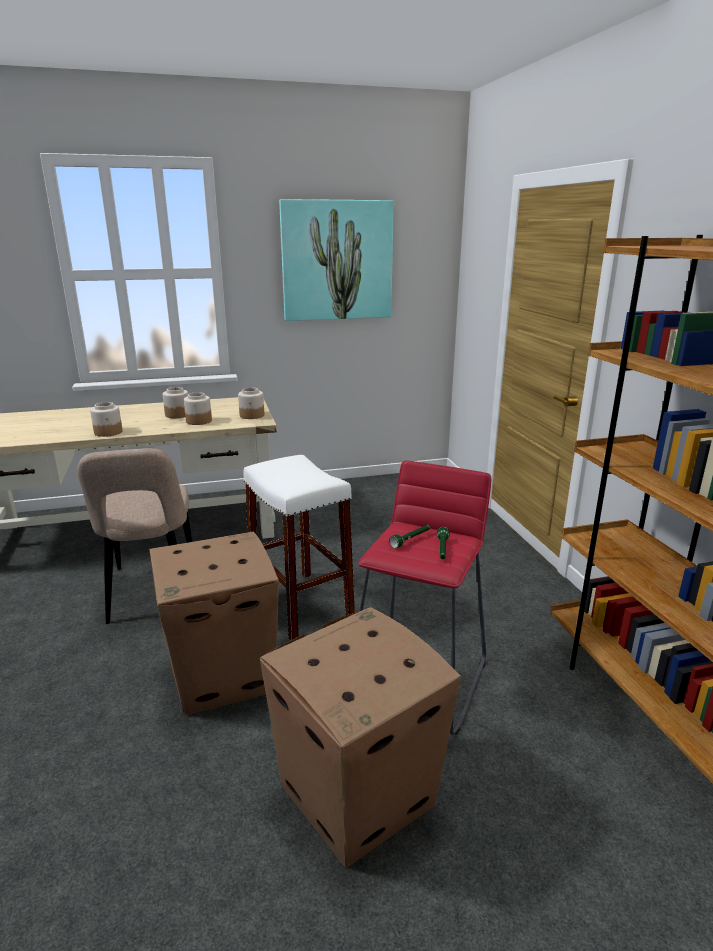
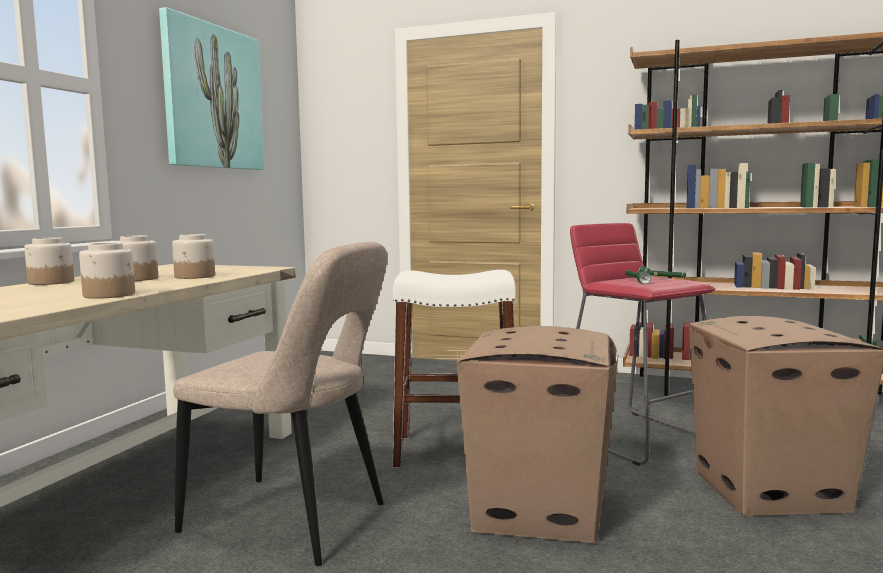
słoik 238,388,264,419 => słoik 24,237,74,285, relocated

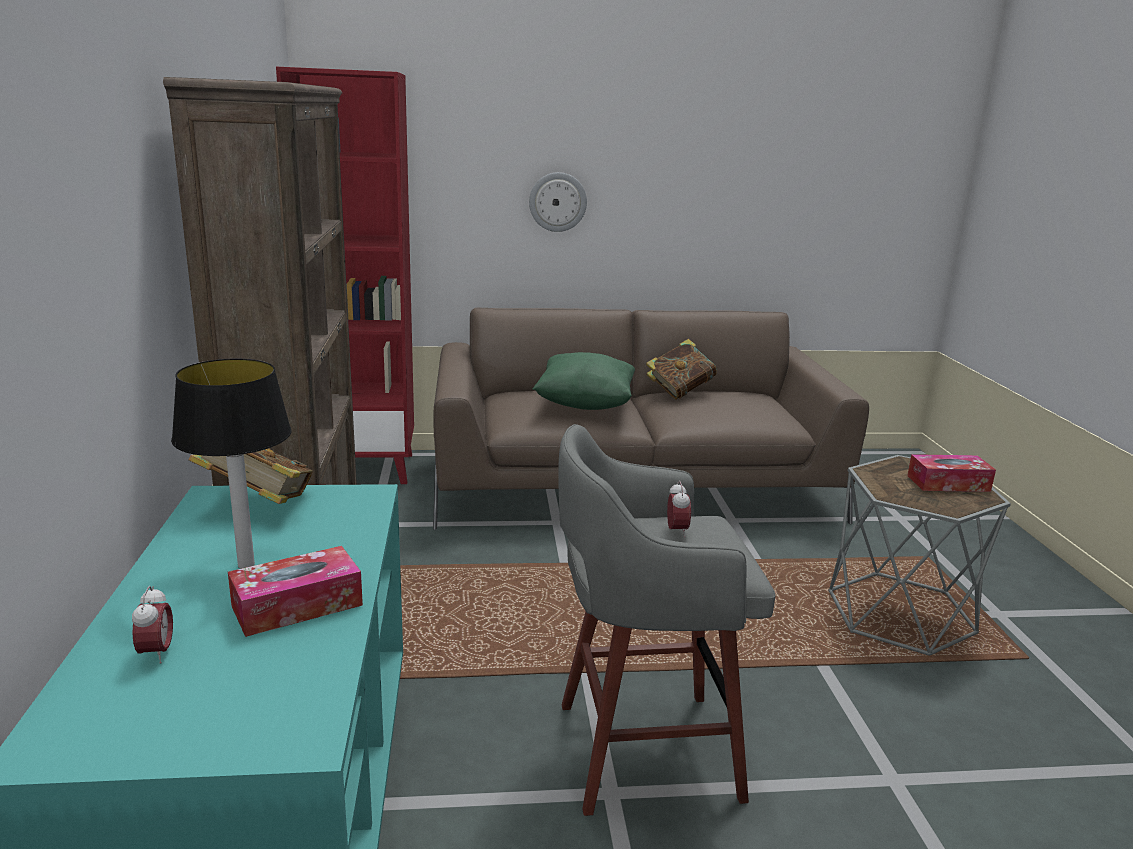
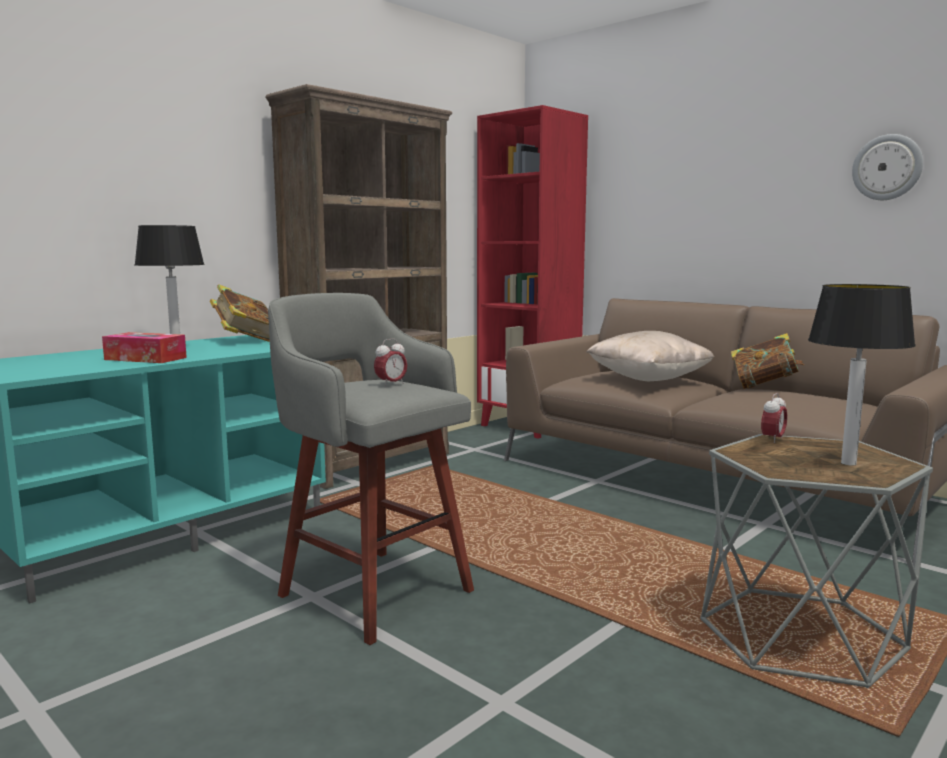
budzik 132,586,173,664 => budzik 761,393,787,443, relocated
zegar ścienny 529,172,587,232 => zegar ścienny 852,134,923,200, relocated
pudełko chusteczek 907,454,996,492 => lampa stołowa 808,284,916,466
poduszka (zielony) 532,352,635,410 => poduszka (beżowy) 586,331,715,382

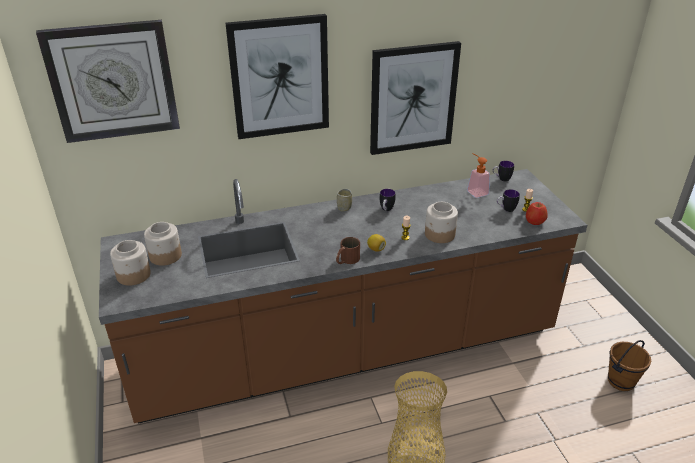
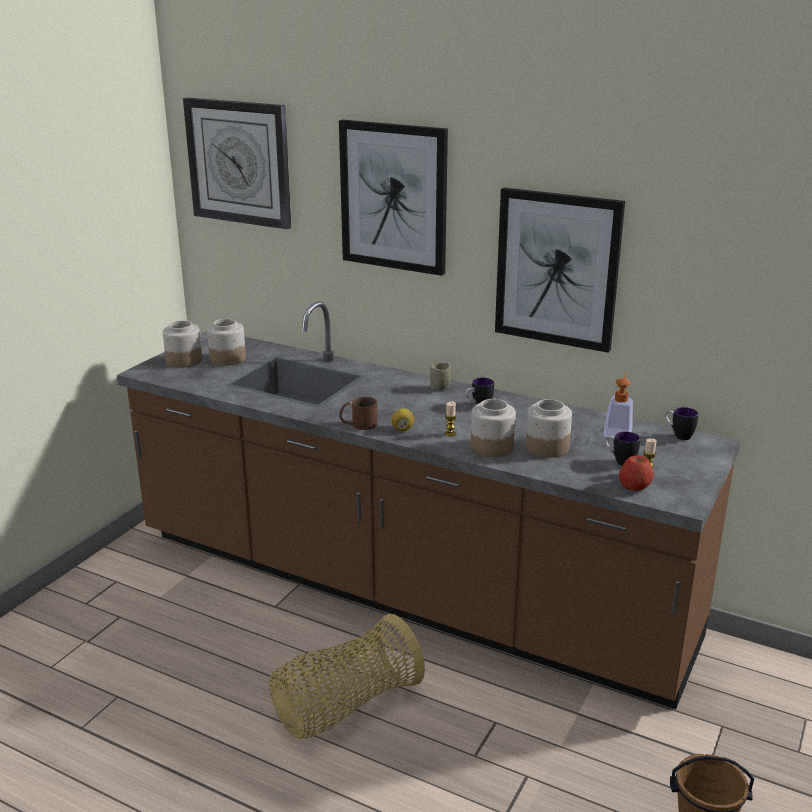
nothing => słoik 526,399,572,457

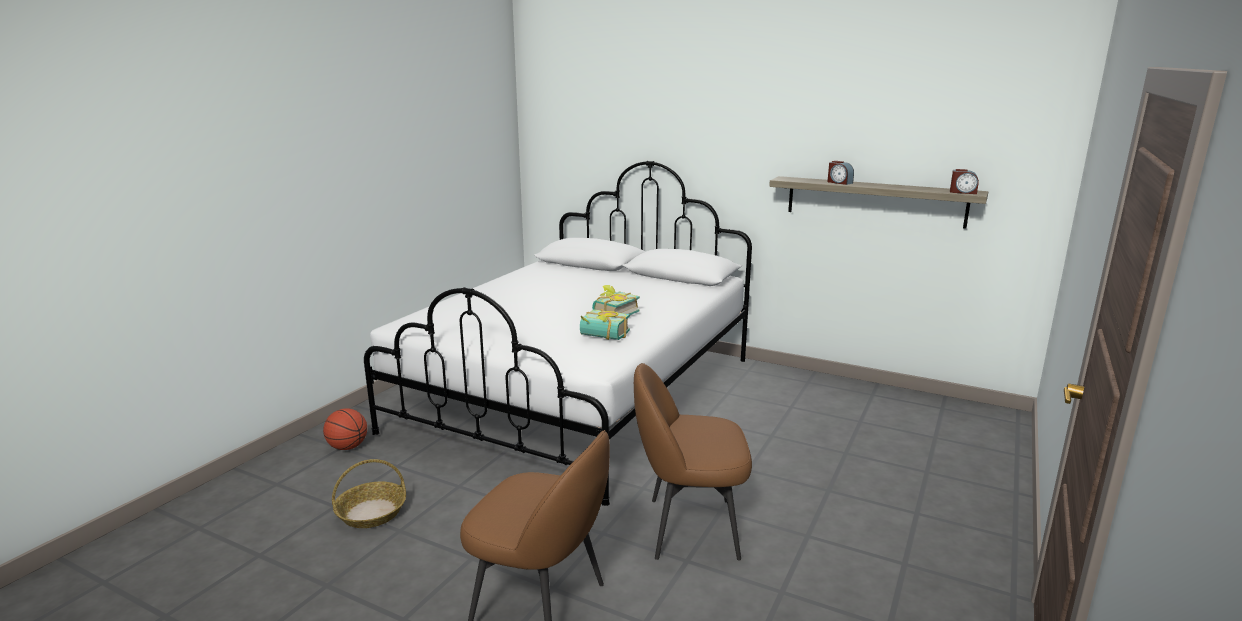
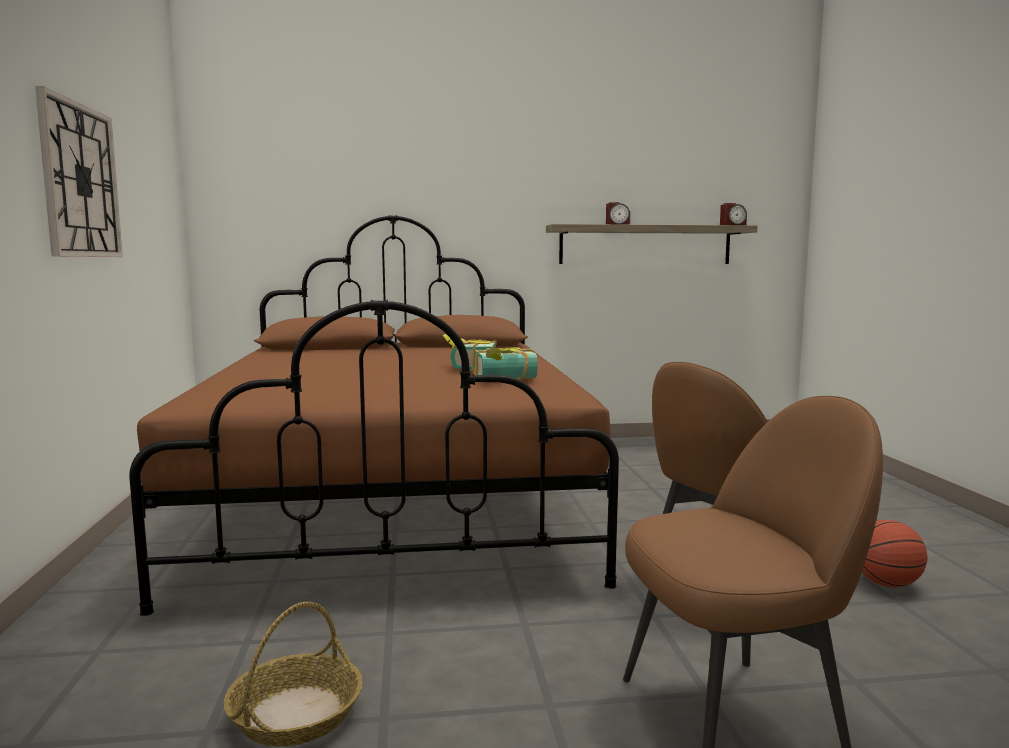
nothing => zegar ścienny 35,86,123,257
piłka do koszykówki 323,408,367,450 => piłka do koszykówki 862,520,927,588, relocated
łóżko (biały) 364,161,752,506 => łóżko (brązowy) 129,215,619,616

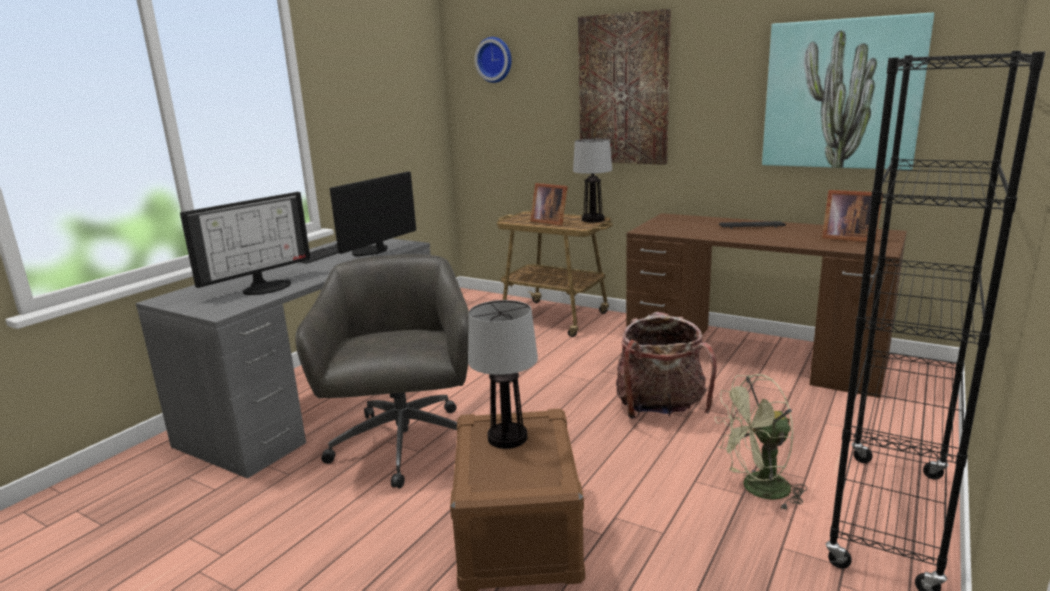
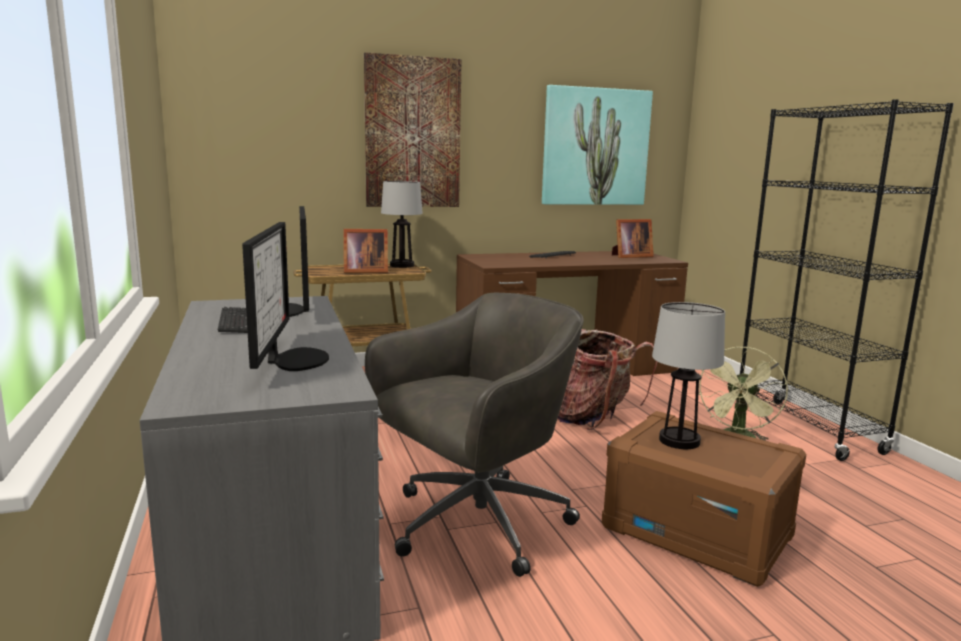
zegar ścienny 475,37,512,83 => nothing
krzesło biurowe (szary) 295,254,469,489 => krzesło biurowe (szary) 365,293,584,577, 105 degrees clockwise

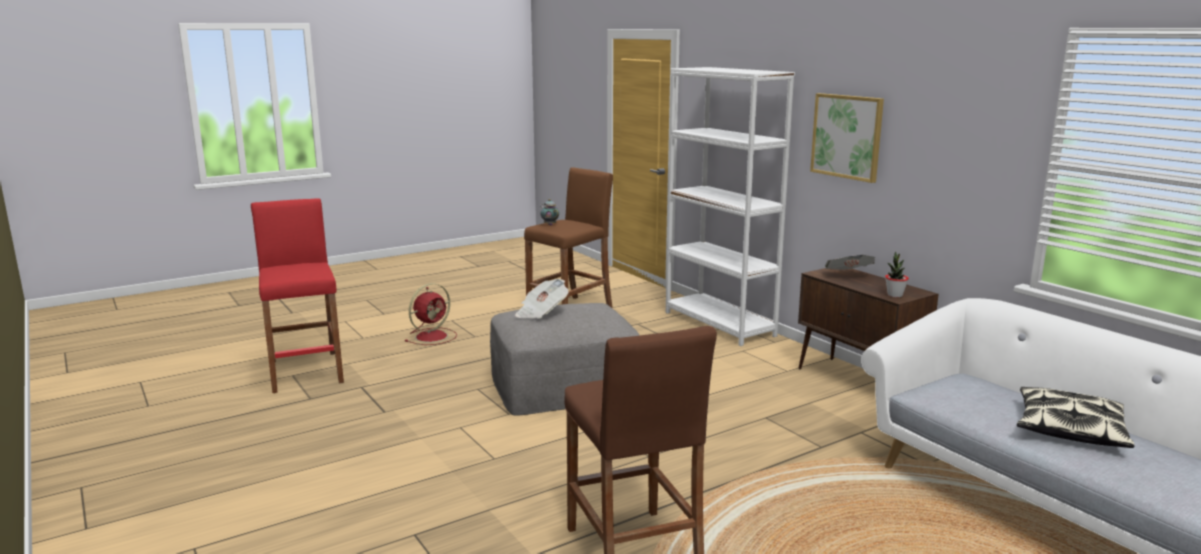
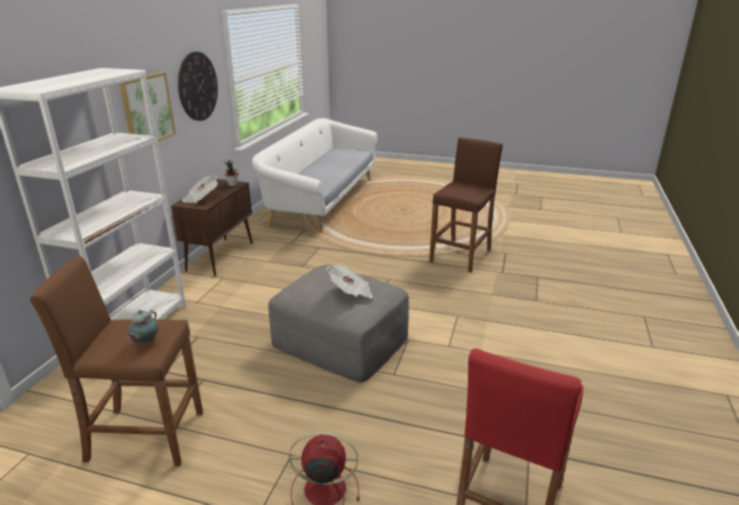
poduszka 1017,387,1135,448 => nothing
nothing => zegar ścienny 178,52,218,121

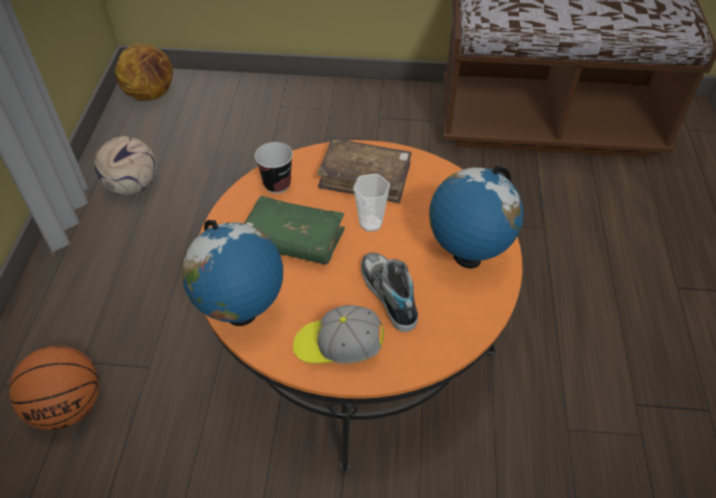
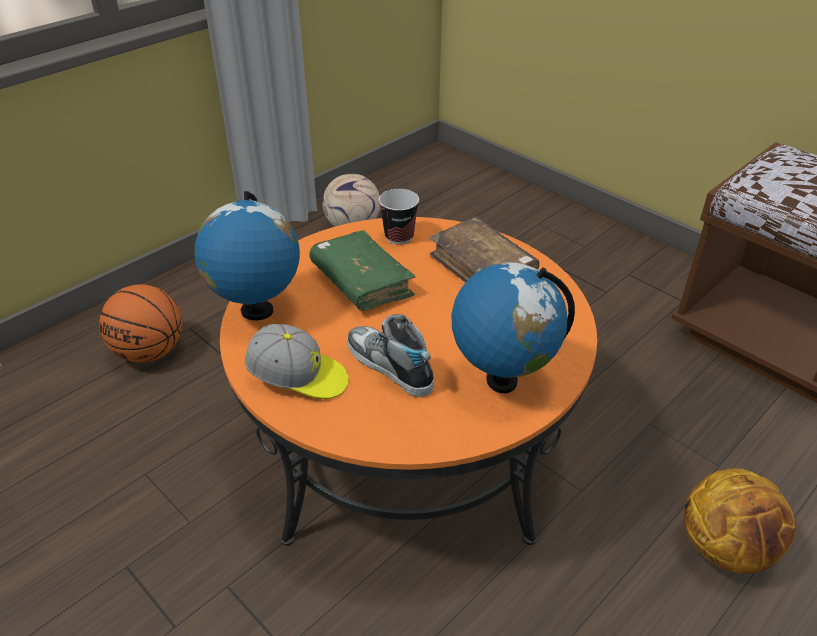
filiżanka 353,174,390,232 => nothing
piłka do koszykówki 115,44,173,101 => piłka do koszykówki 684,468,796,574, relocated
czapka z daszkiem 293,305,384,364 => czapka z daszkiem 245,324,349,399, 150 degrees clockwise
but 361,253,418,332 => but 347,314,434,397, 60 degrees counterclockwise

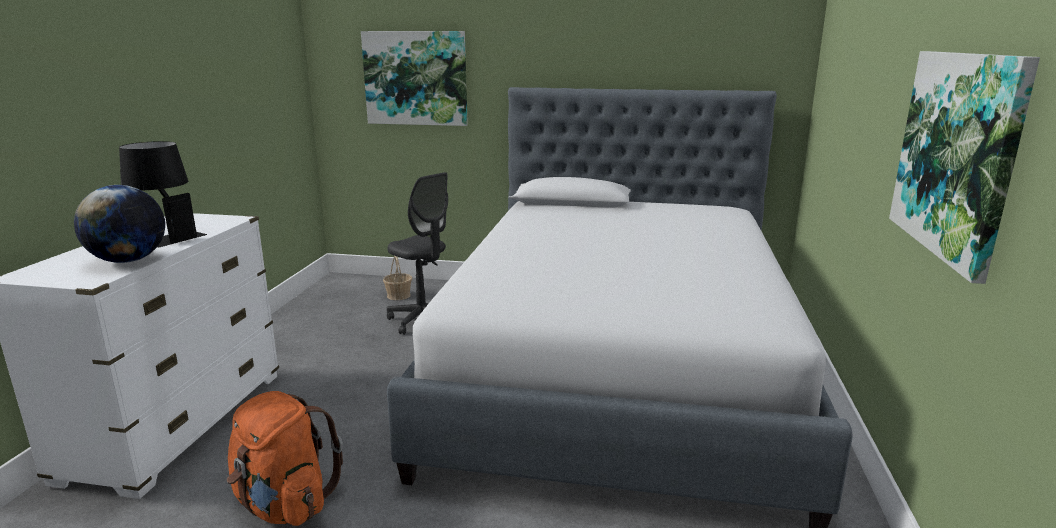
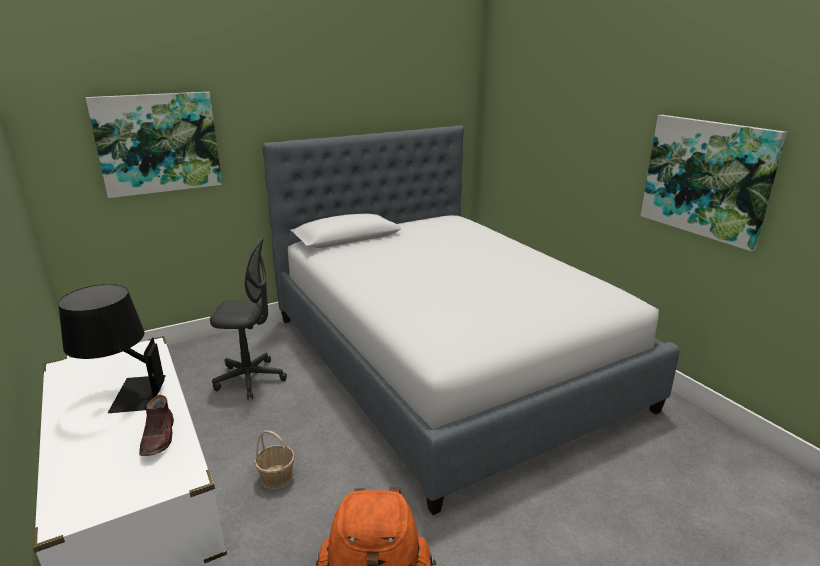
koszyk 383,256,412,300 => koszyk 254,430,295,490, relocated
globus 74,185,165,263 => but (brązowy) 139,395,174,456

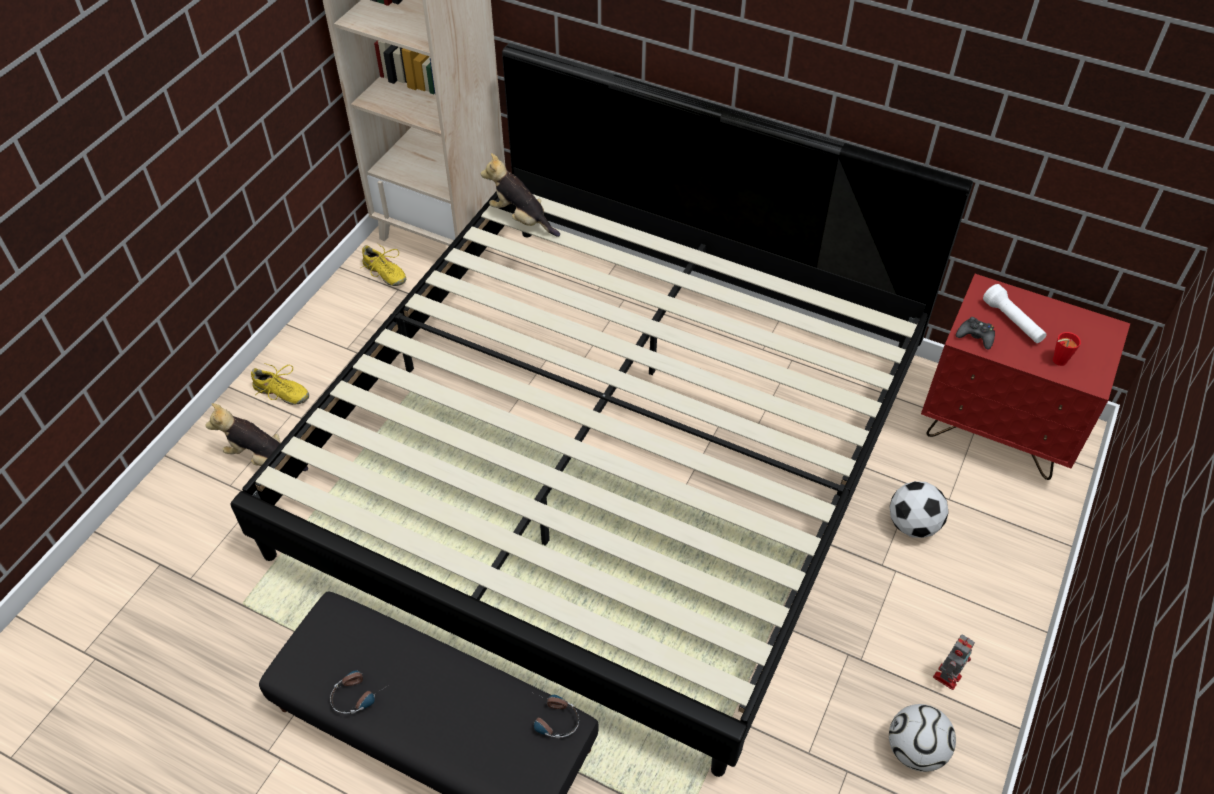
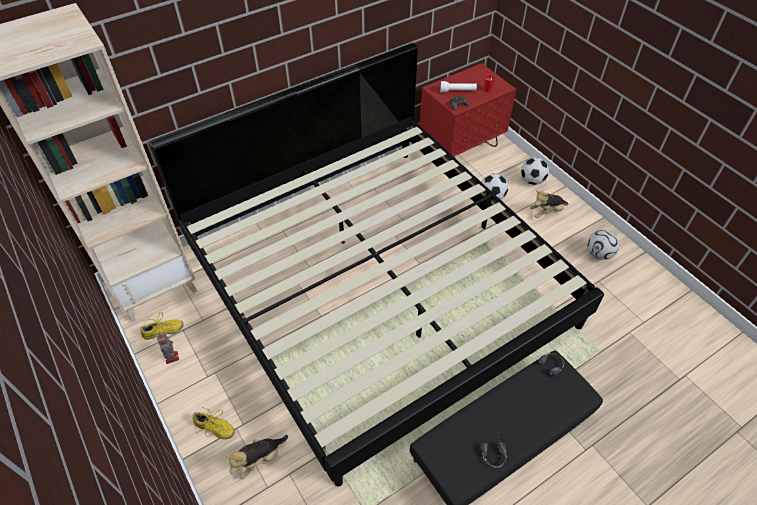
nothing => piłka futbolowa 521,157,549,185
pluszak 481,153,560,237 => pluszak 530,191,568,218, relocated
robot zabawkowy 933,635,975,690 => robot zabawkowy 156,333,179,364, relocated
but (żółty) 251,363,309,405 => but (żółty) 192,408,235,439, 60 degrees clockwise

